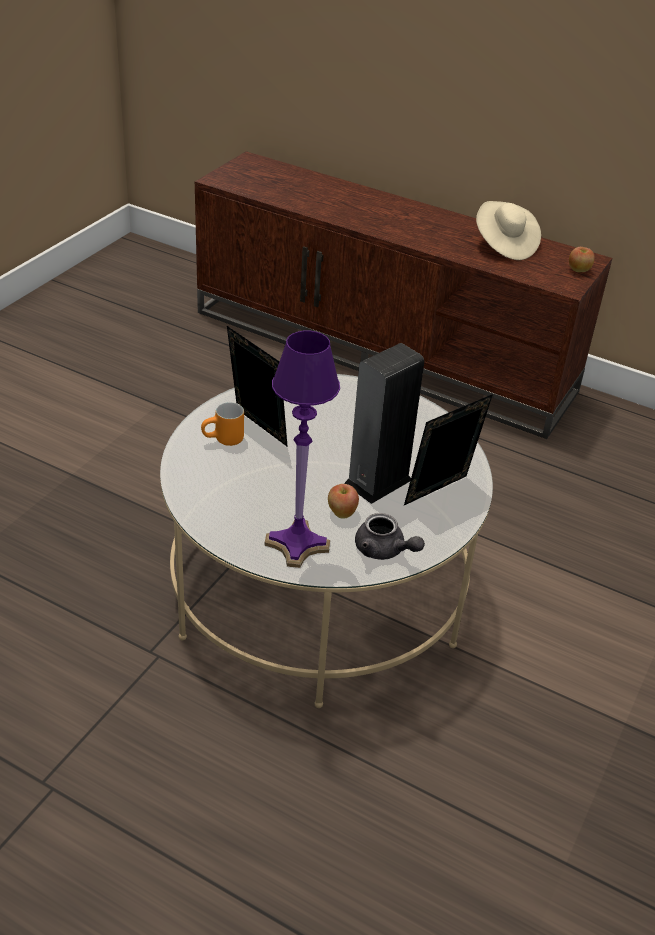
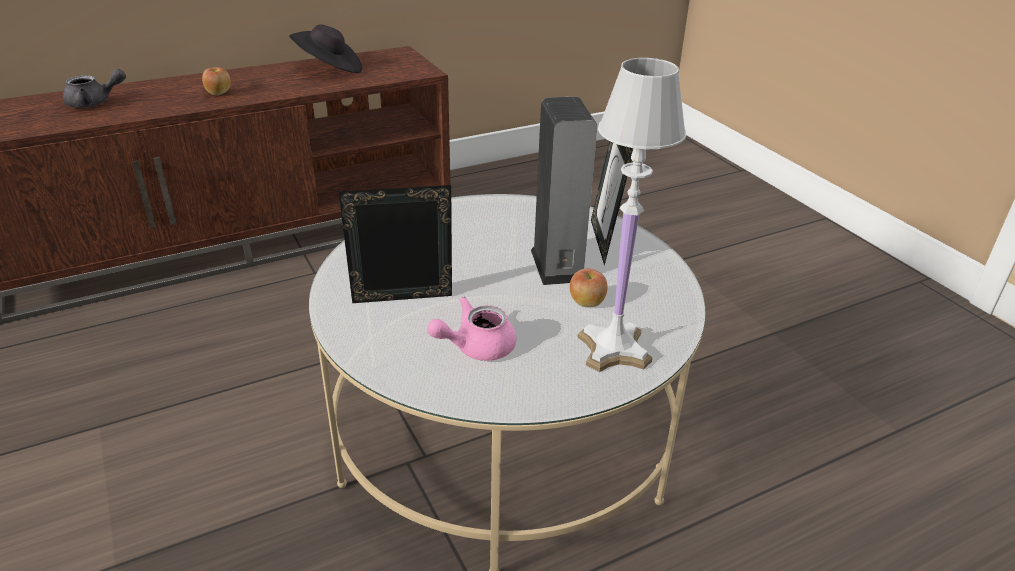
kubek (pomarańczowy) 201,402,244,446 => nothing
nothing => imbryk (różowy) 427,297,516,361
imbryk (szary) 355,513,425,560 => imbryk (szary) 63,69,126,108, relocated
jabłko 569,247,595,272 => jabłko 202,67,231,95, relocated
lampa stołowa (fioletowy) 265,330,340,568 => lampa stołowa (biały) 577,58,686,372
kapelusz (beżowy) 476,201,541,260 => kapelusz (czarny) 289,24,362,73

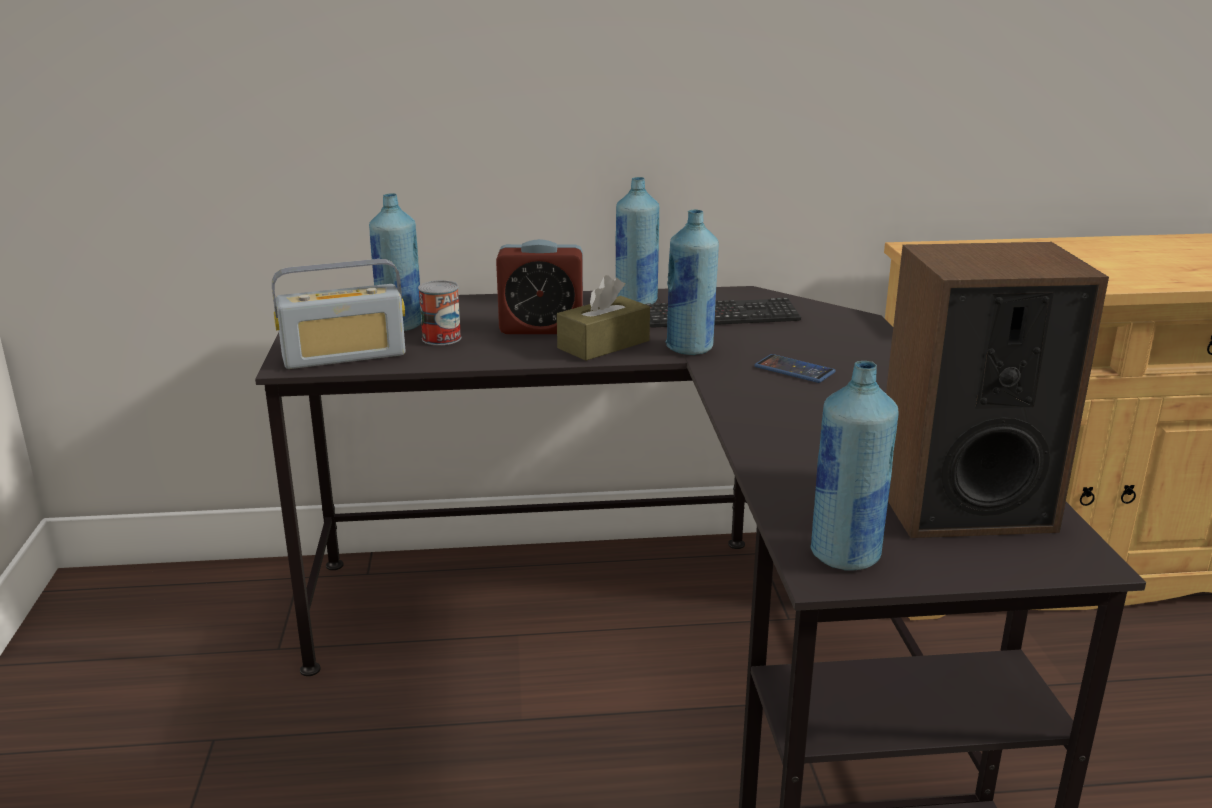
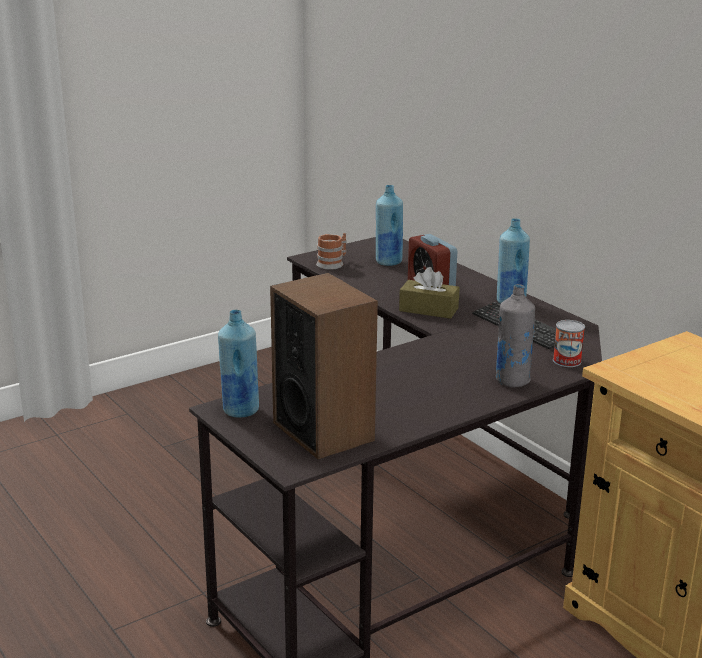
butelka (niebieski) 665,209,719,355 => nothing
telefon 754,354,836,383 => nothing
nothing => butelka (szary) 496,284,535,387
puszka 418,280,461,346 => puszka 553,320,585,367, relocated
radio 272,259,405,369 => kubek 316,233,346,270

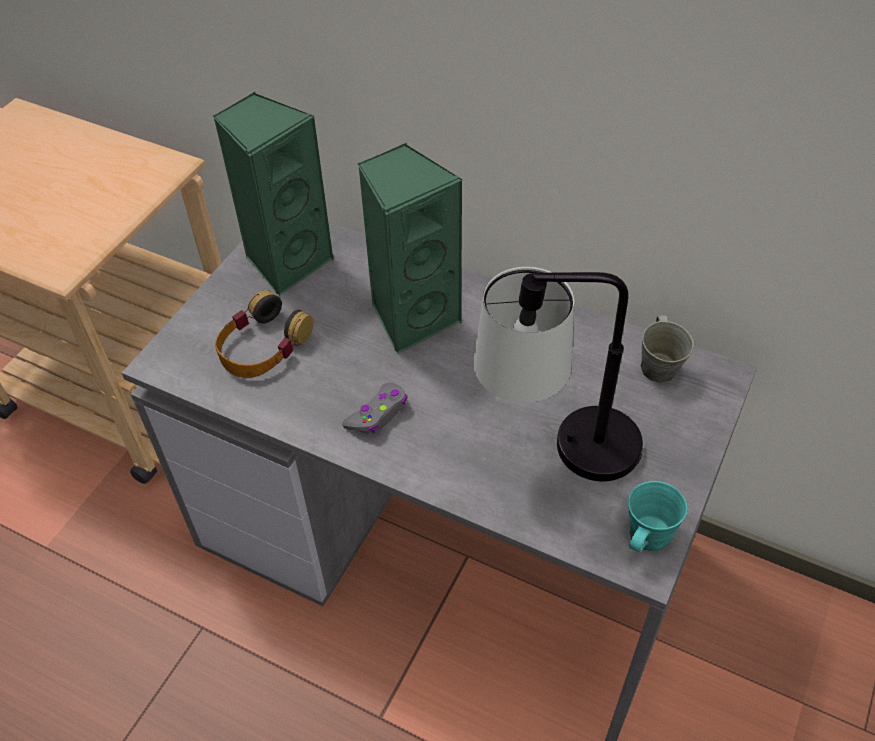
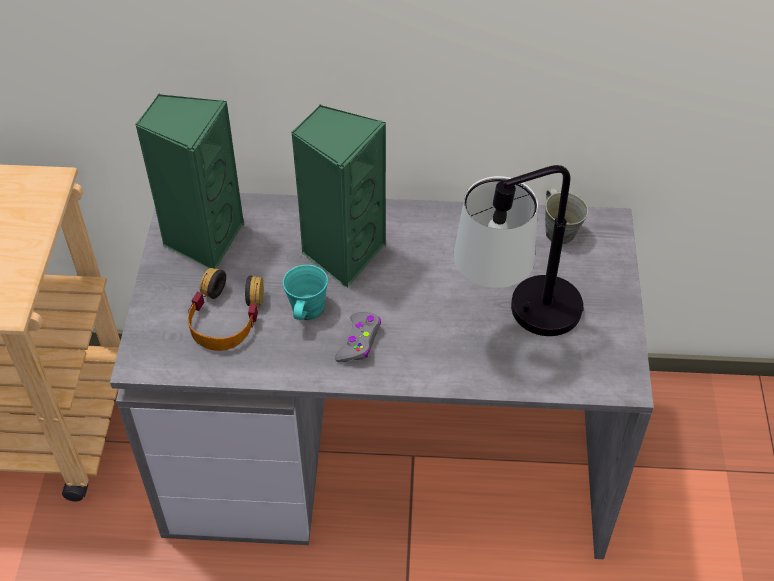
kubek (turkusowy) 628,481,688,552 => kubek (turkusowy) 283,265,328,320, relocated

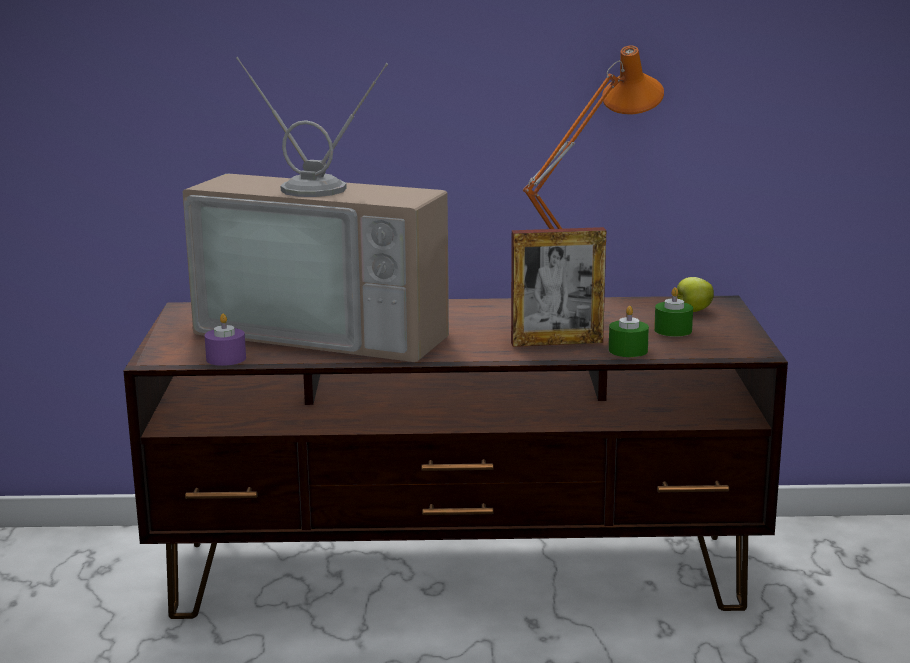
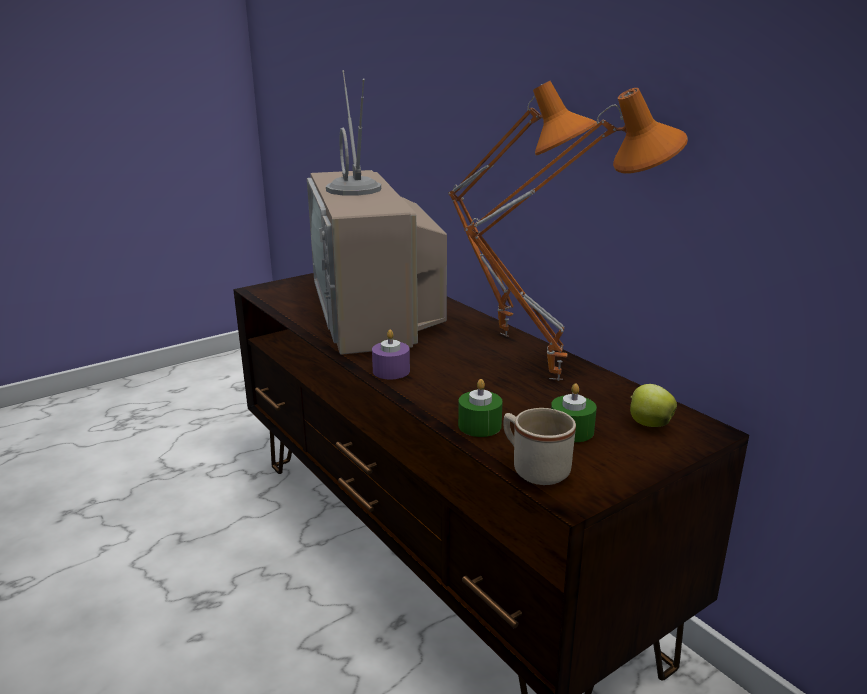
ramka na zdjęcie 511,227,606,347 => nothing
nothing => lampa stołowa (pomarańczowy) 448,81,597,337
nothing => kubek (beżowy) 504,408,576,485
świeca (fioletowy) 204,313,246,366 => świeca (fioletowy) 372,330,410,379, relocated

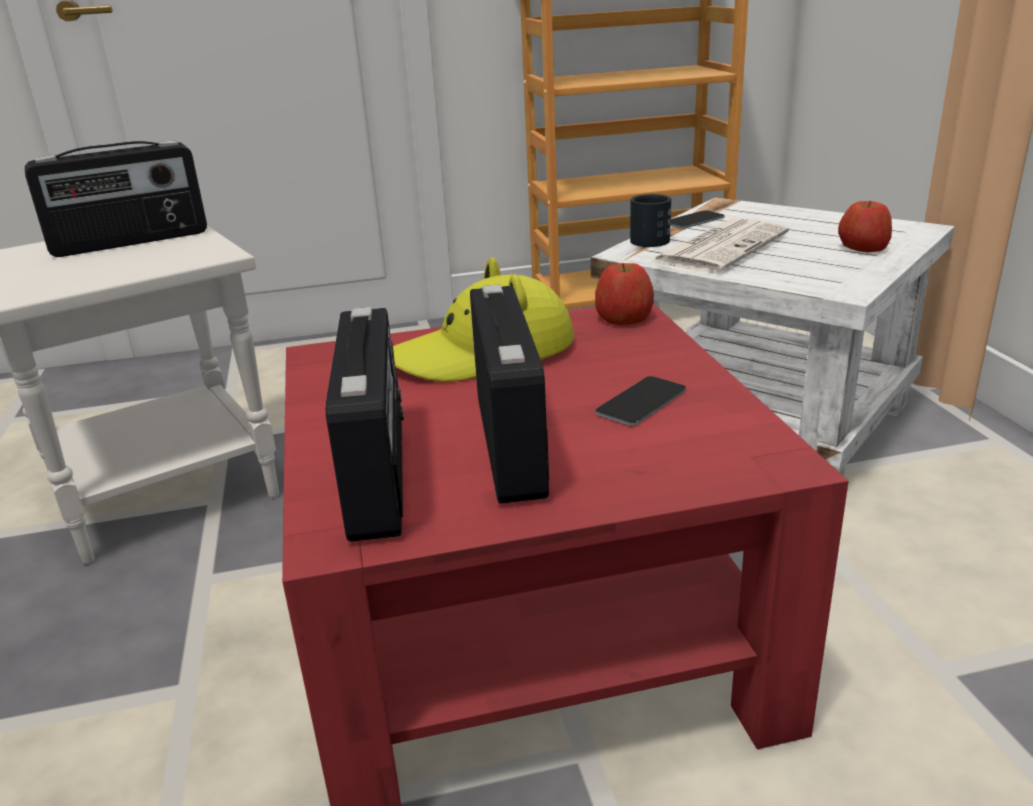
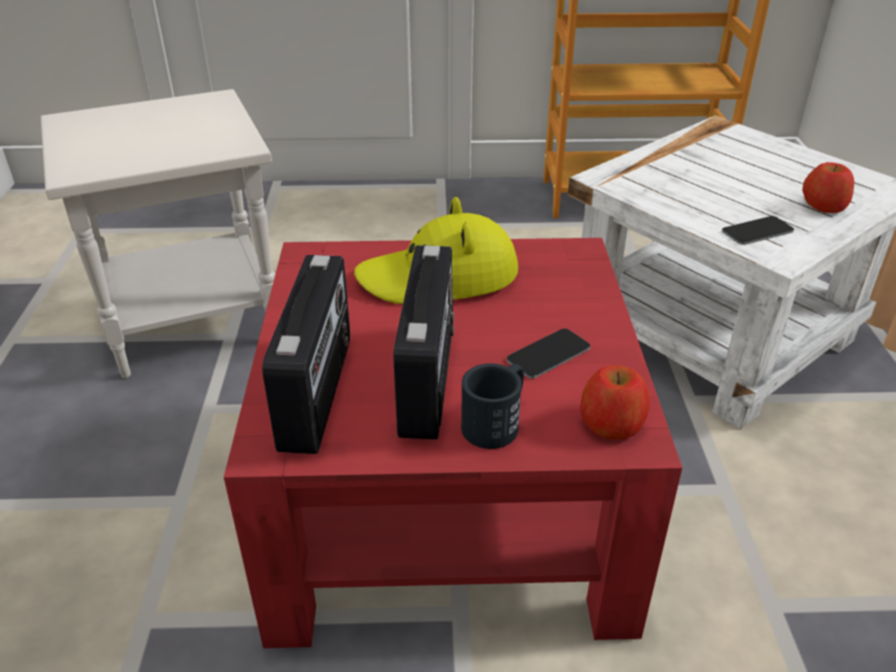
radio 25,141,207,257 => nothing
gazeta 650,219,789,272 => nothing
jabłko 595,263,654,325 => jabłko 580,365,650,440, relocated
kubek (czarny) 630,194,671,247 => kubek (czarny) 461,363,524,449, relocated
telefon 670,210,725,229 => telefon 722,216,794,245, relocated

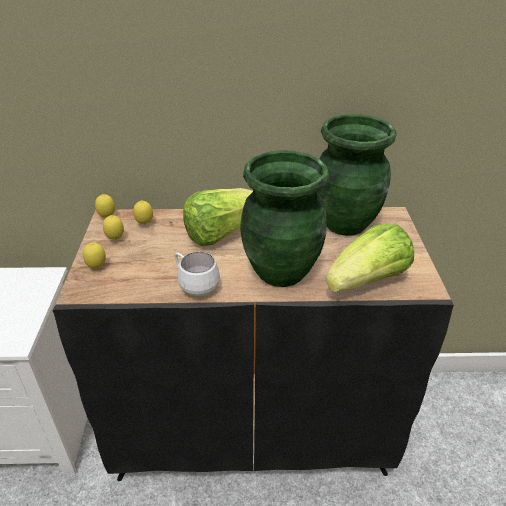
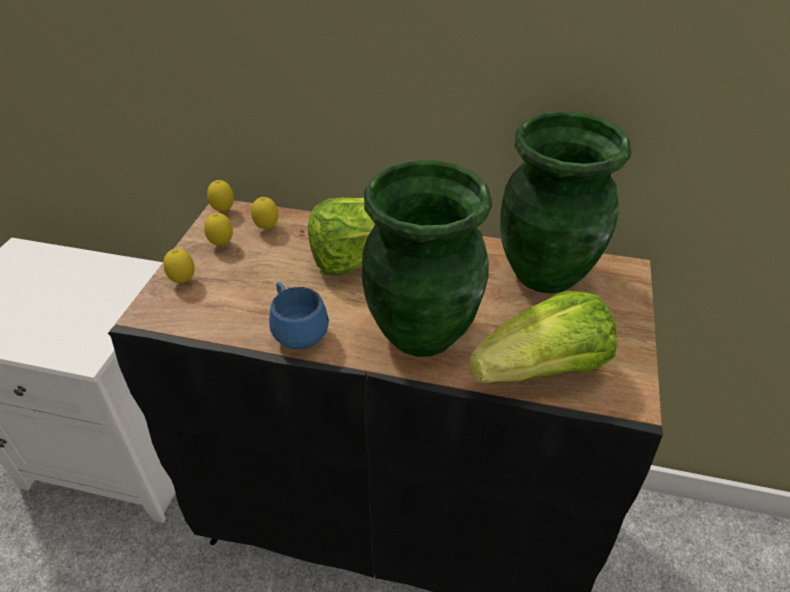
kubek (biały) 175,252,220,297 => kubek (niebieski) 269,282,329,349

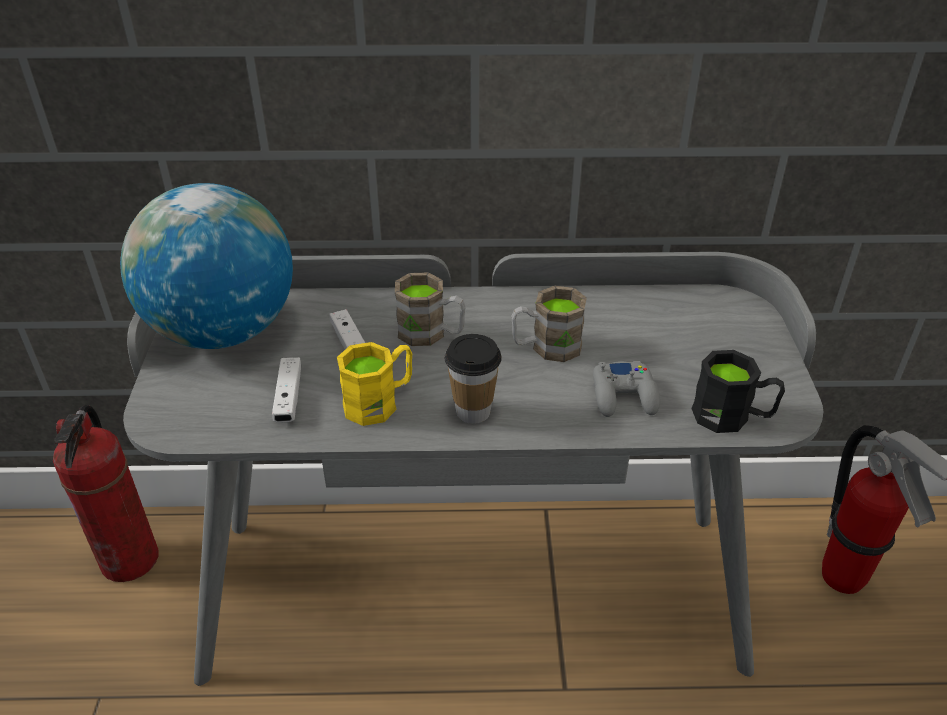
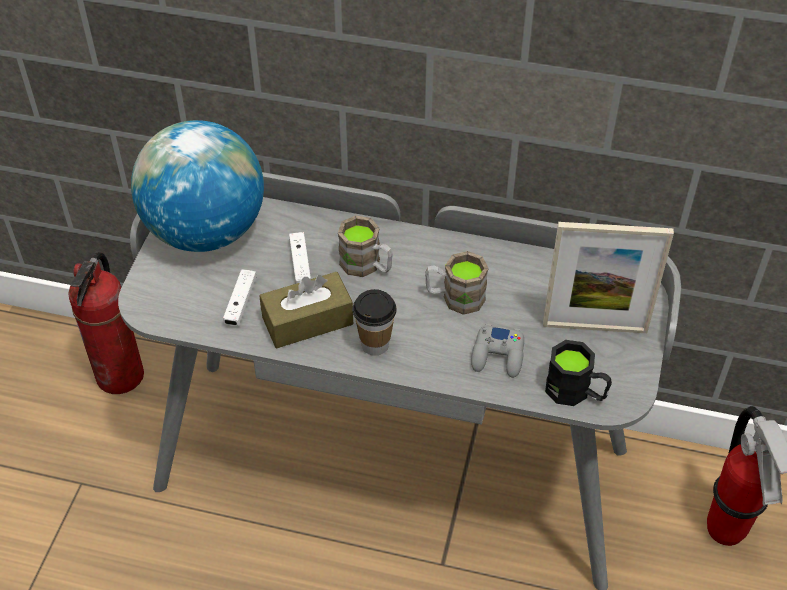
nothing => ramka na zdjęcie 543,222,674,333
kubek (żółty) 337,342,412,426 => pudełko chusteczek (brązowy) 259,272,353,348

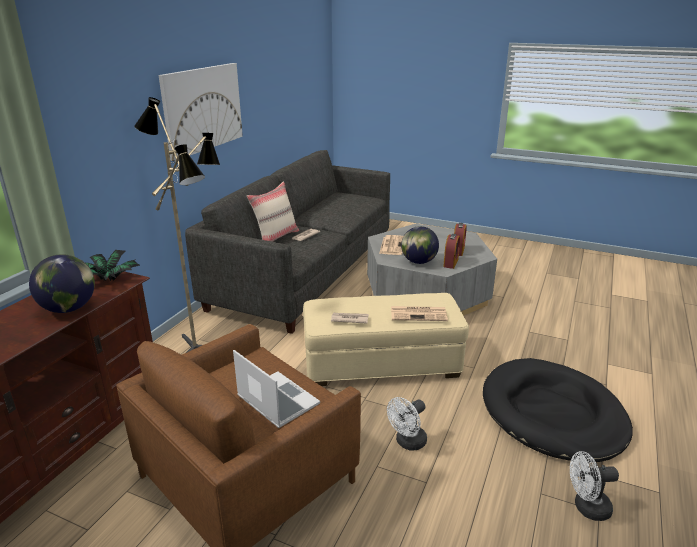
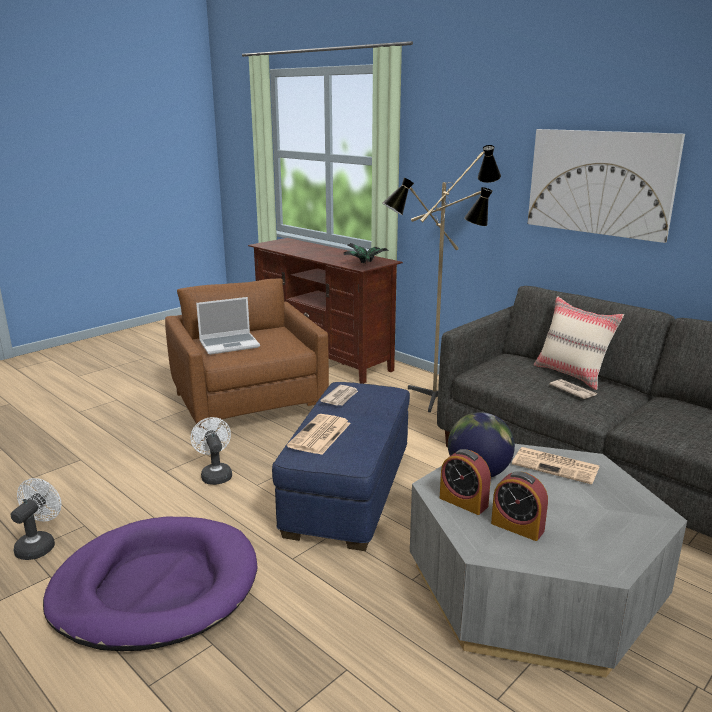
globus 29,254,95,313 => nothing
pufa (beżowy) 303,293,469,386 => pufa (niebieski) 272,382,410,551
legowisko (czarny) 483,358,633,462 => legowisko (fioletowy) 43,517,258,651

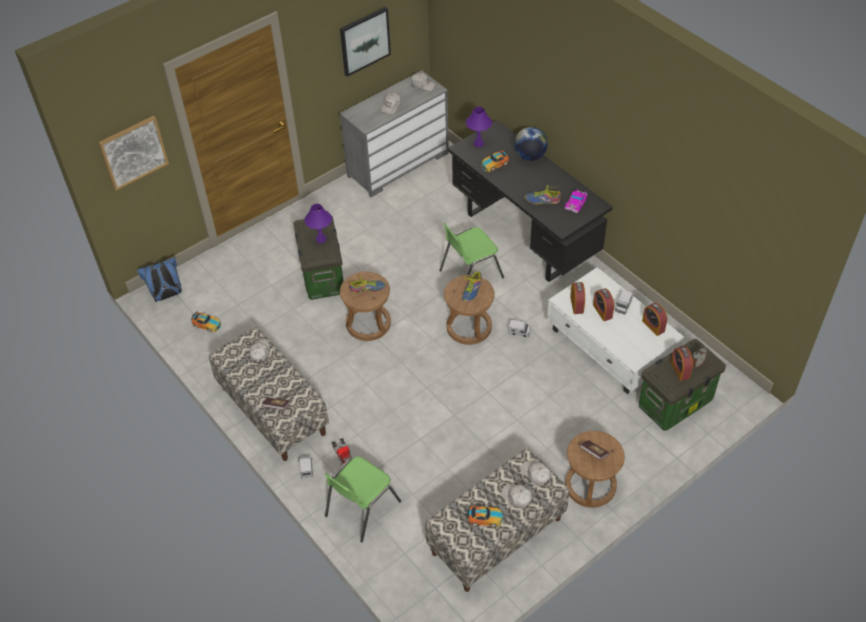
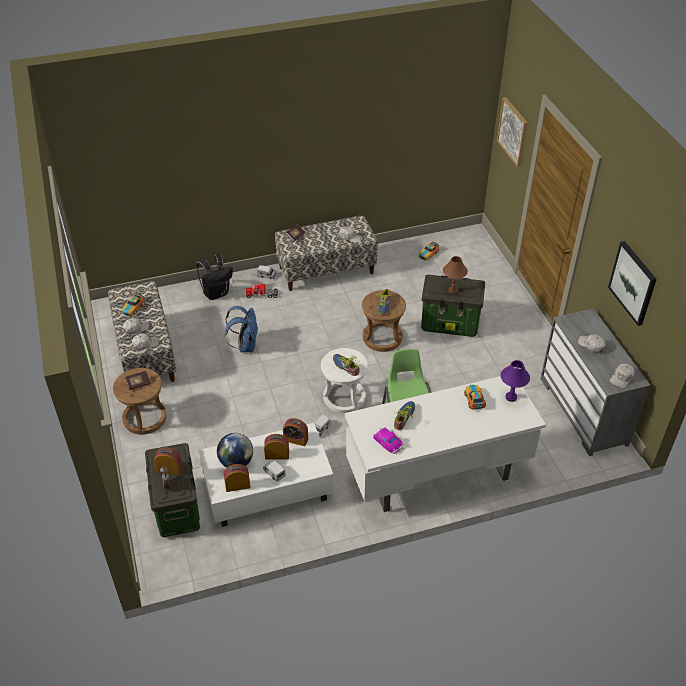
plecak (niebieski) 137,258,182,302 => plecak (niebieski) 224,306,258,352, relocated
globus 514,127,548,161 => globus 217,433,253,467, relocated
krzesło (zielony) 324,457,401,542 => plecak (czarny) 196,253,233,300
lampa stołowa (fioletowy) 304,204,332,243 => lampa stołowa (brązowy) 443,256,468,294
stołek (brązowy) 444,275,495,345 => stołek (biały) 321,348,368,414
biurko (czarny) 448,120,613,282 => biurko (biały) 345,376,546,512

